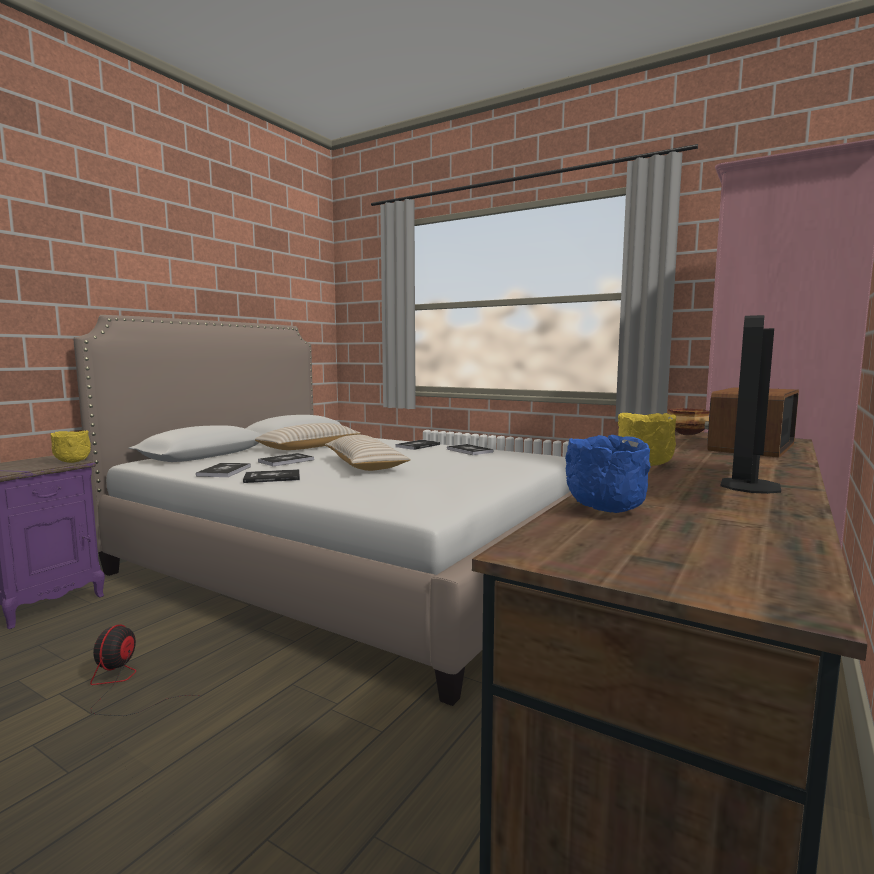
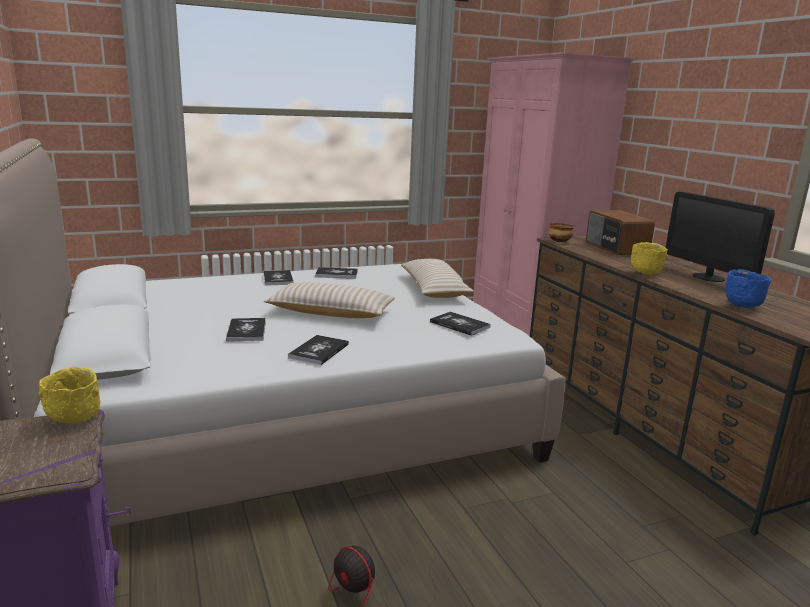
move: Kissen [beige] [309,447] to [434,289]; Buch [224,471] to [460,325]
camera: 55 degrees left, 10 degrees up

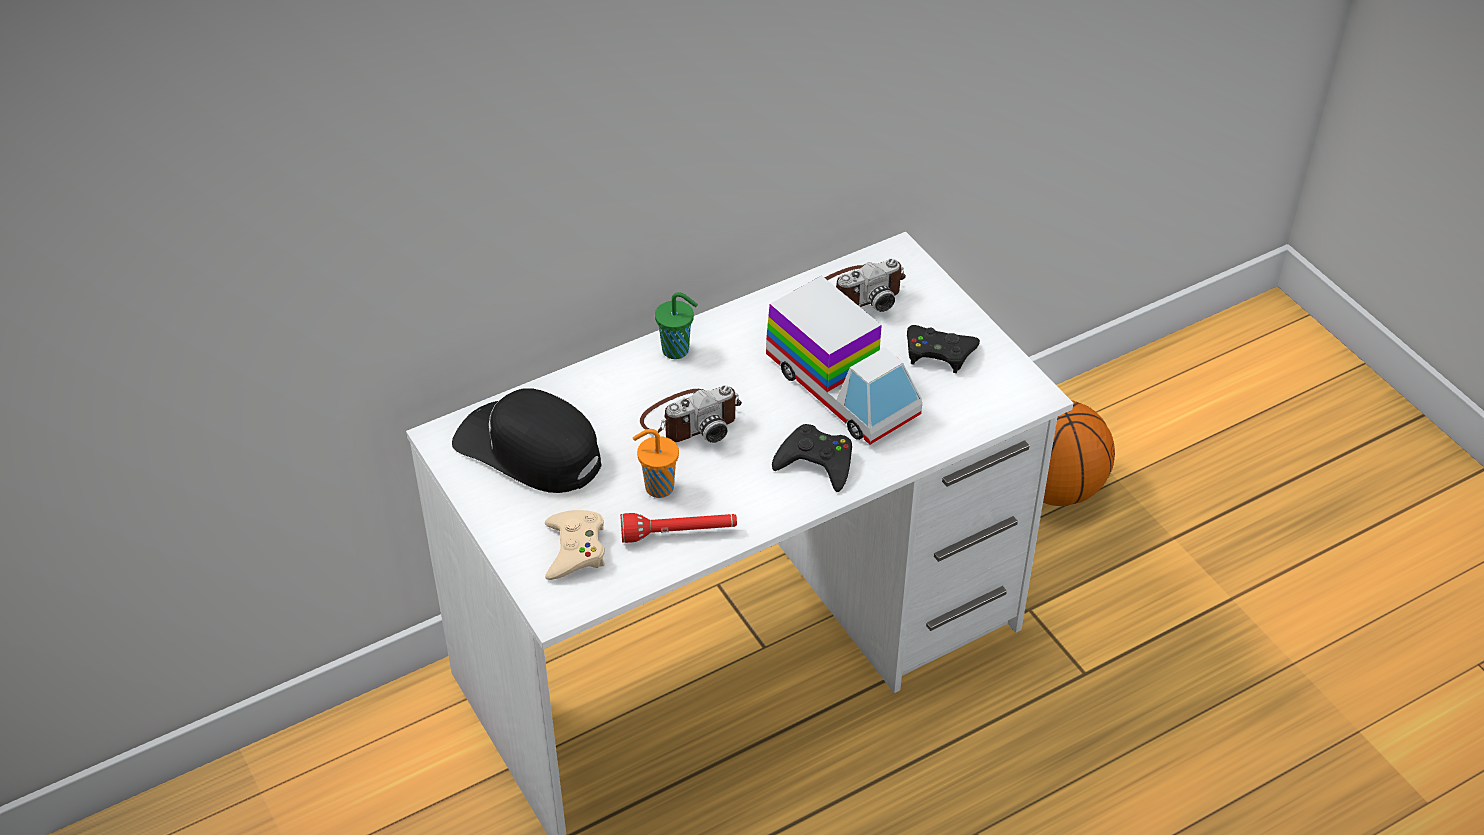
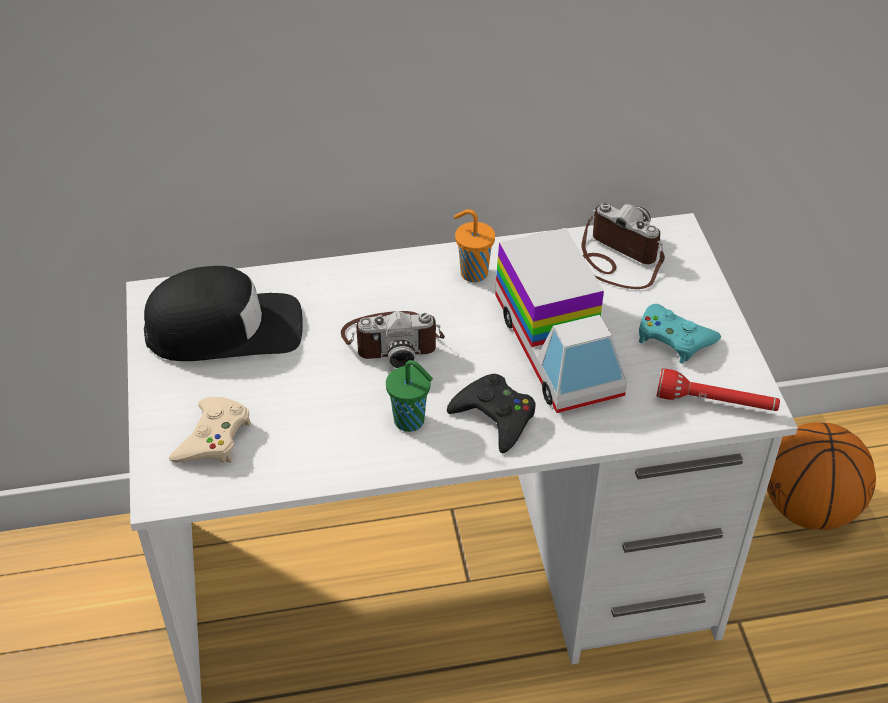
move: Tasse [grün] [677,350] to [411,421]; Tasse [orange] [657,487] to [472,273]; Taschenlampe [rot] [679,533] to [716,403]
recolor: Gamepad [schwarz] [939,352] to Gamepad [türkis] [674,338]
rotate: Kappe [schwarz] [529,450] = [225,329] 120 degrees clockwise; Kamera [857,292] = [617,259] 135 degrees counterclockwise
camera: 20 degrees right, 0 degrees up

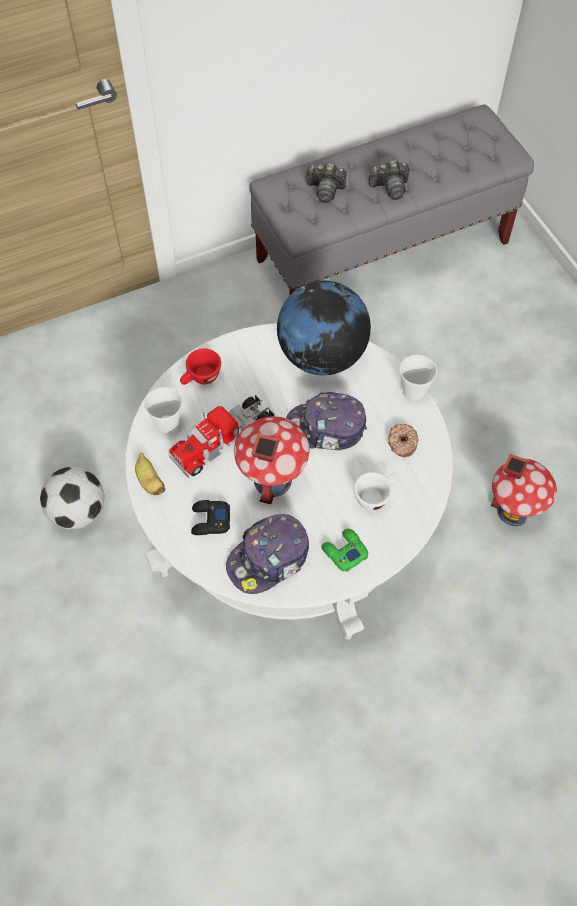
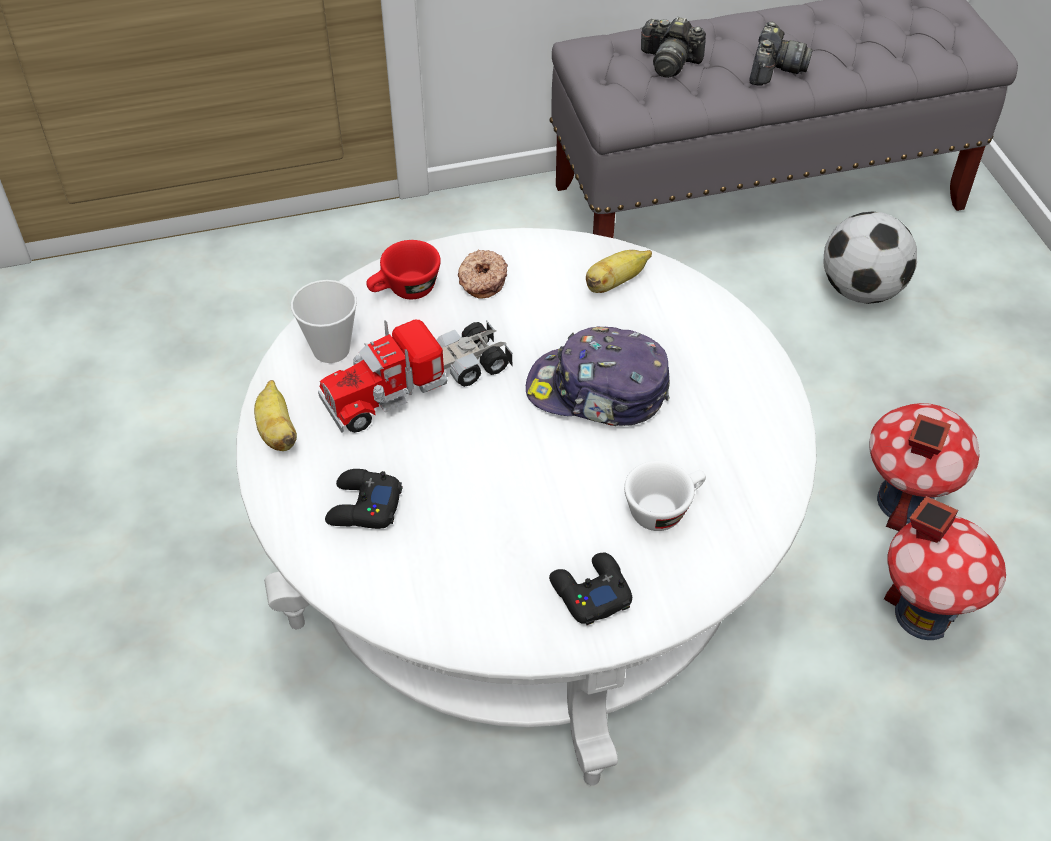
delete: Kappe [269,559]; Tasse [413,391]
move: Donut [401,443] to [482,280]; Fußball [78,512] to [861,290]; Spielzeughaus [272,480] to [904,501]
replace: Globus [322,355] to Banane [615,283]
recolor: Gamepad [grün] [344,552] to Gamepad [schwarz] [590,592]
rotate: Kamera [390,187] = [774,69] 75 degrees counterclockwise
camera: 10 degrees right, 10 degrees down

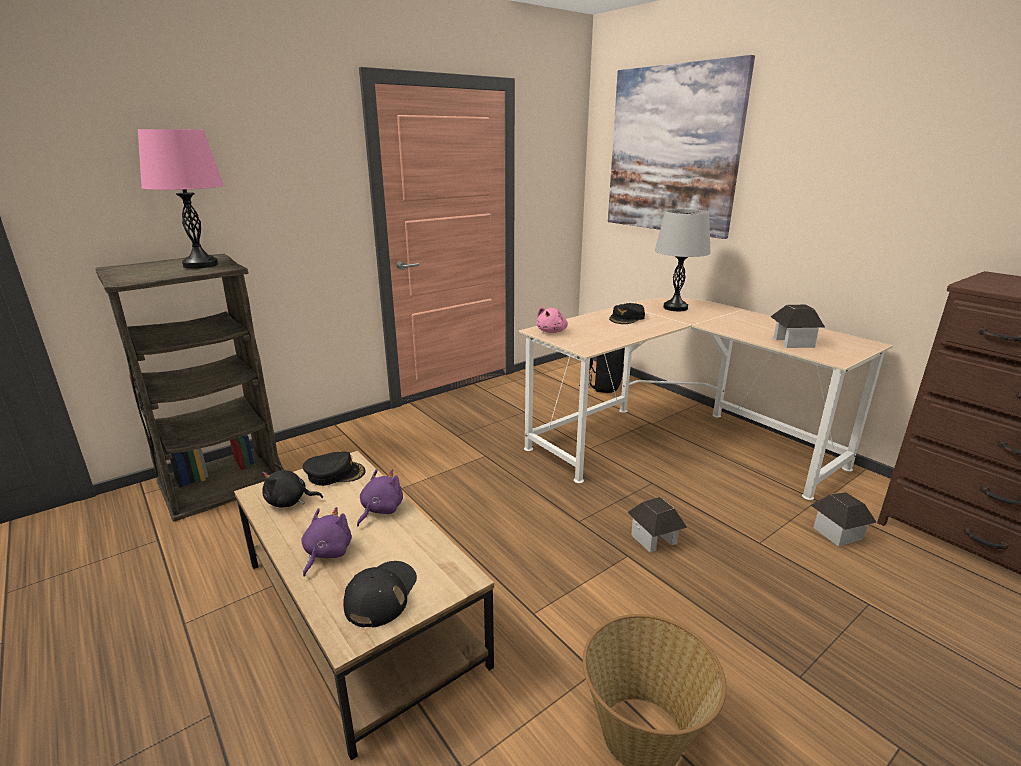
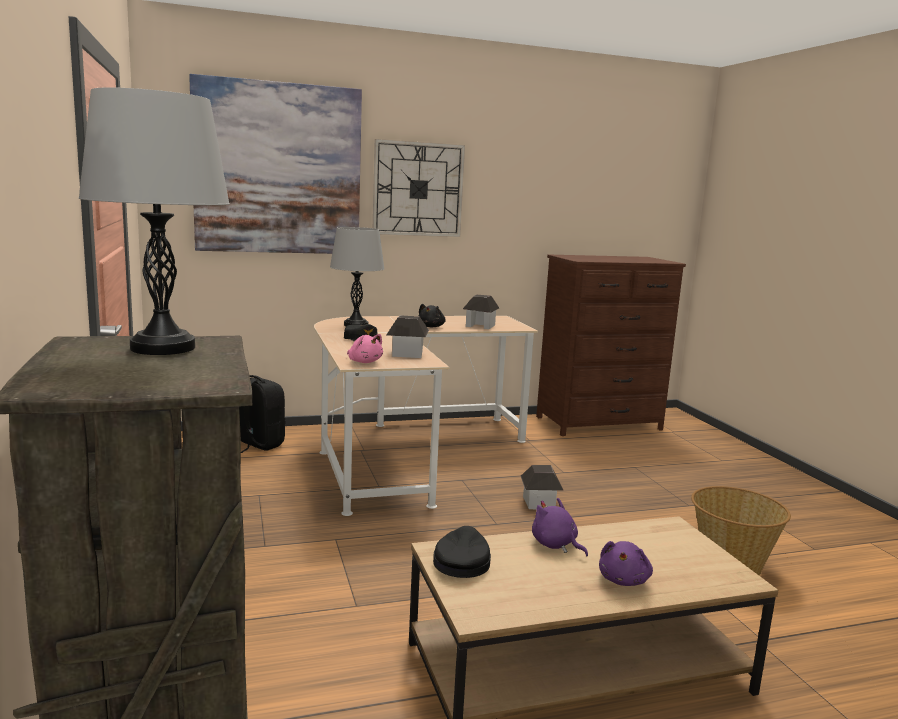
delete: Kappe [schwarz] [381,594]
insert: Wanduhr [418,189]
move: Spielzeughaus [837,533] to [407,353]; Plüschtier [schwarz] [289,501] to [431,327]
recolor: Tischlampe [rosa] [200,265] to Tischlampe [grau] [163,348]
rotate: Plüschtier [lila] [326,553] = [624,580] 105 degrees counterclockwise
camera: 70 degrees left, 10 degrees down

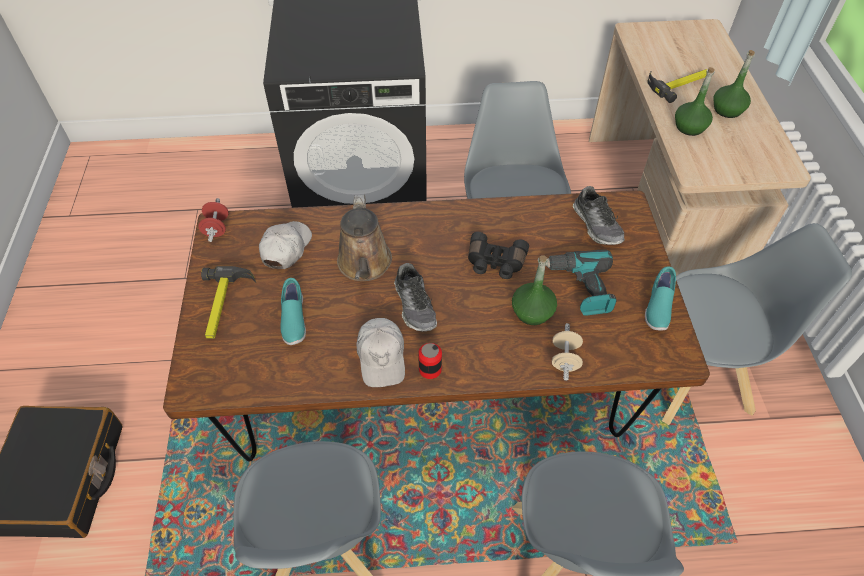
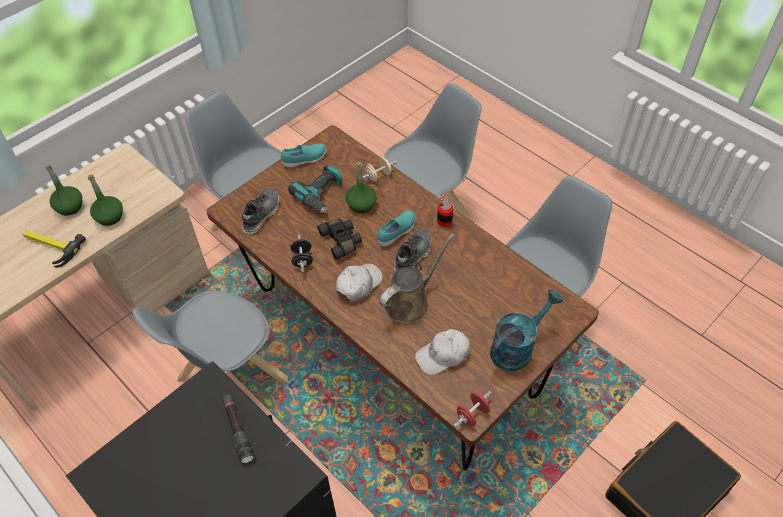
insert: Taschenlampe [schwarz] [238,430]; Hantel [schwarz] [302,259]
move: Kappe [weiß] [382,357] to [358,284]; Schuh [türkis] [293,320] to [397,232]
replace: Hammer [224,305] to Gießkanne [türkis] [517,347]
camera: 130 degrees left, 0 degrees up

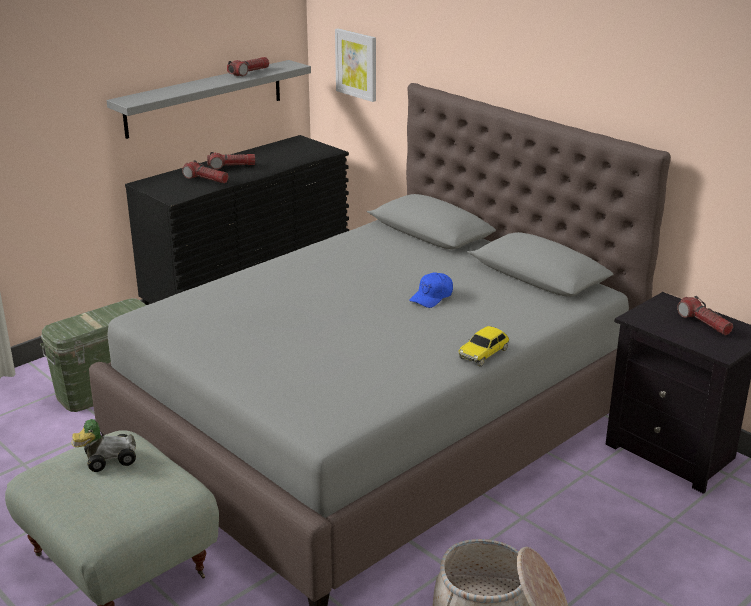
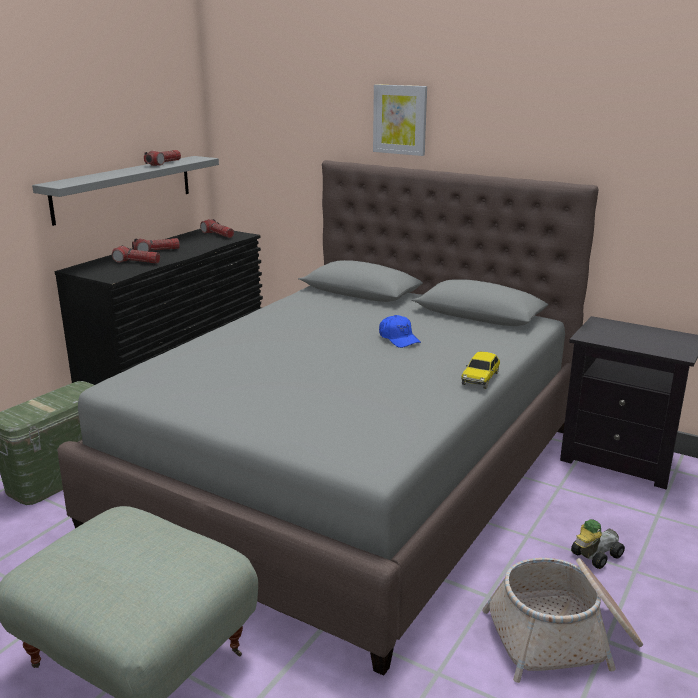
move: Taschenlampe [704,323] to [218,235]; Bild [357,64] to [400,119]; Spielzeugauto [107,459] to [593,555]
rotate: Kappe [blau] [432,297] = [399,339] 60 degrees counterclockwise
camera: 15 degrees left, 5 degrees down

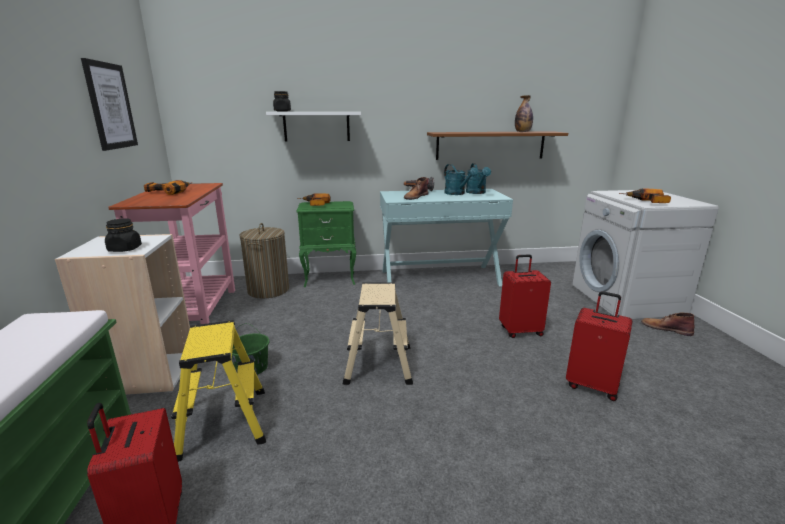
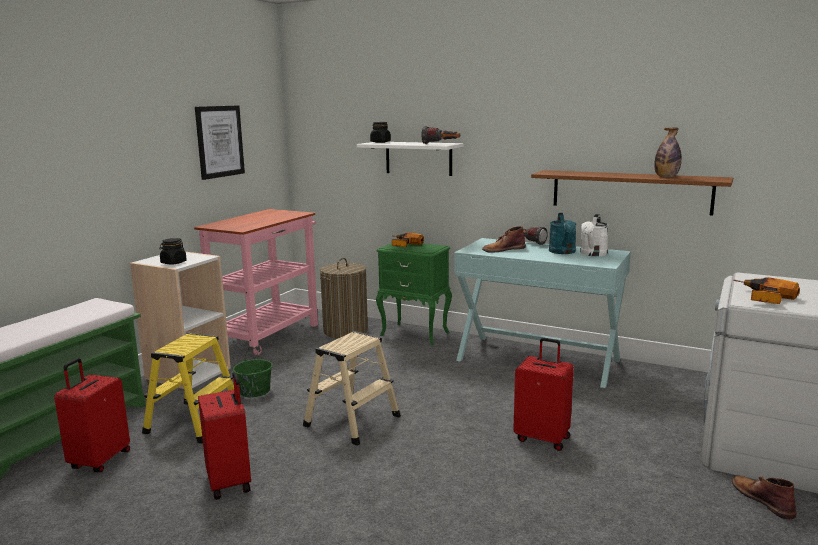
delete: Bohrmaschine [168,192]
insert: Taschenlampe [441,144]
move: Koffer [rot] [592,385] to [230,482]
recolor: Gießkanne [türkis] [477,193] to Gießkanne [weiß] [592,254]
camera: 35 degrees right, 5 degrees down

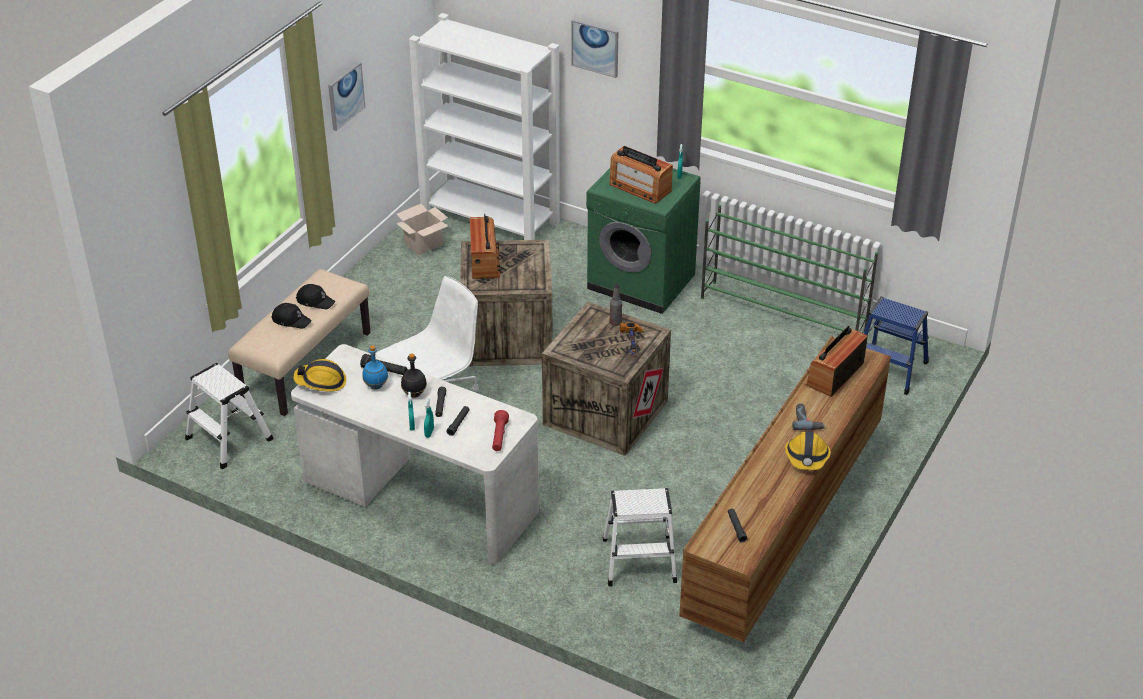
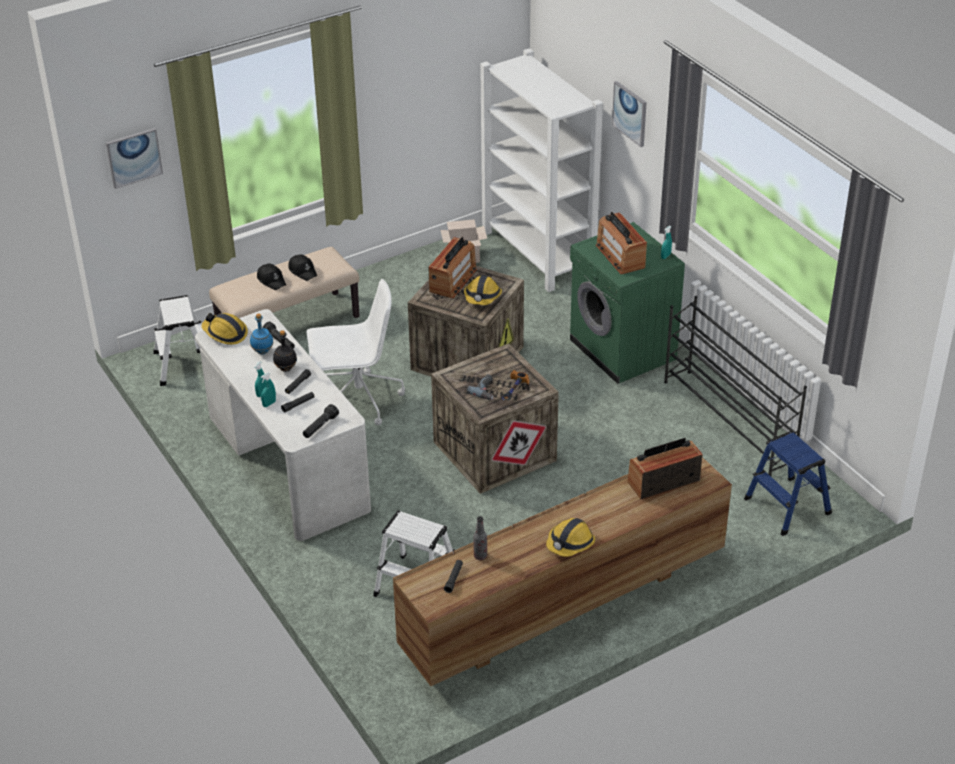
insert: Schutzhelm [482,297]
move: Bild [345,95] to [134,157]; Bohrmaschine [807,420] to [486,390]; Flasche [615,322] to [480,556]
recolor: Taschenlampe [rot] [499,436] to Taschenlampe [schwarz] [320,427]; Schuhregal [grün] [783,315] to Schuhregal [schwarz] [728,422]
camera: 30 degrees right, 0 degrees up

